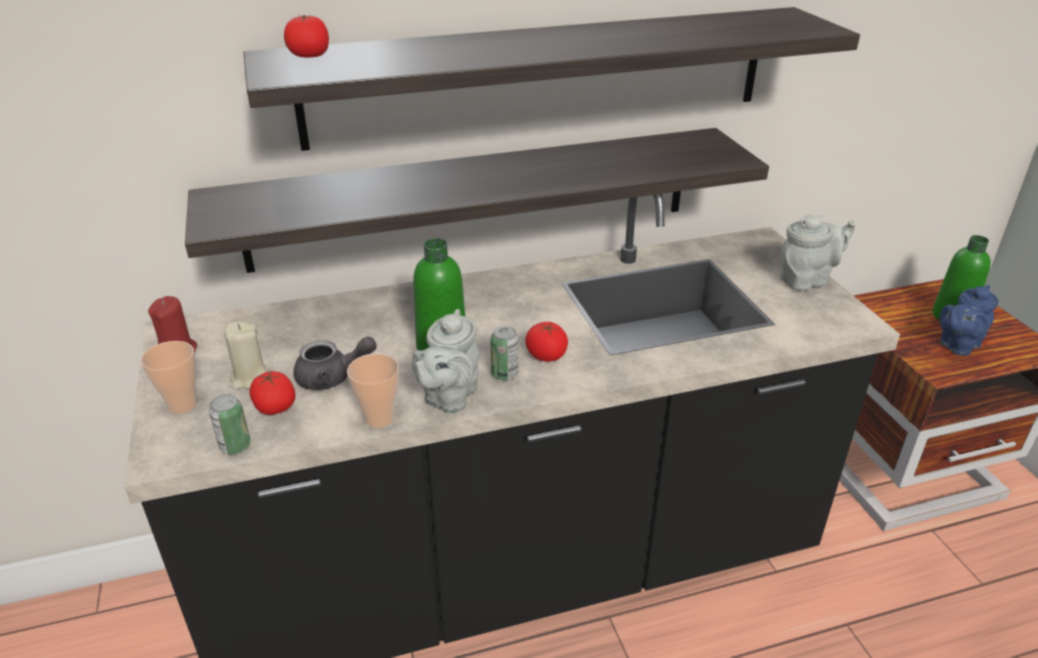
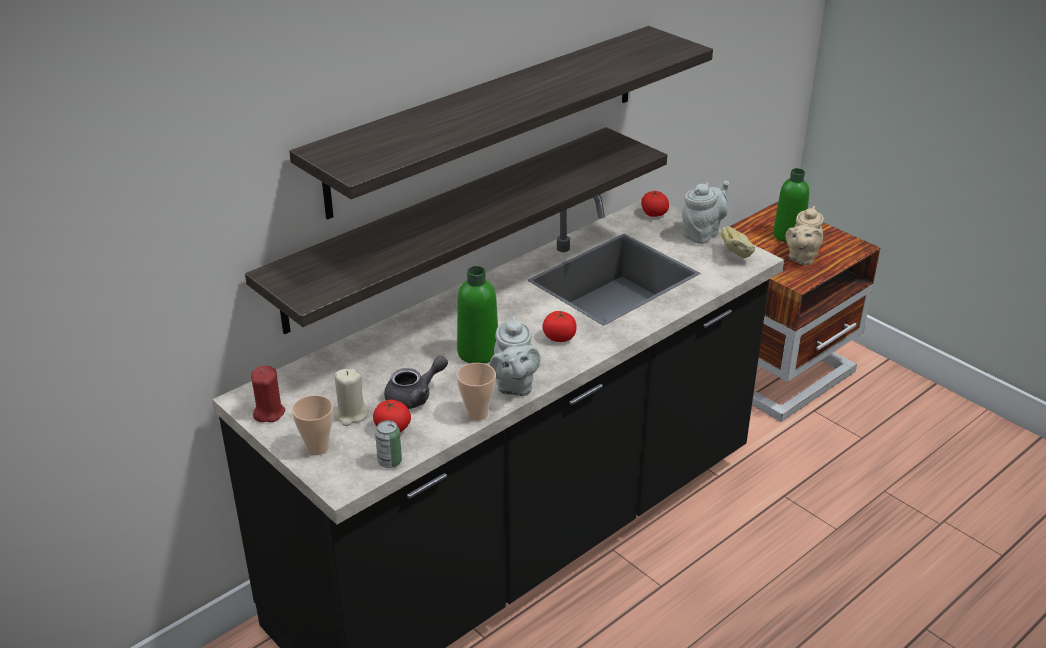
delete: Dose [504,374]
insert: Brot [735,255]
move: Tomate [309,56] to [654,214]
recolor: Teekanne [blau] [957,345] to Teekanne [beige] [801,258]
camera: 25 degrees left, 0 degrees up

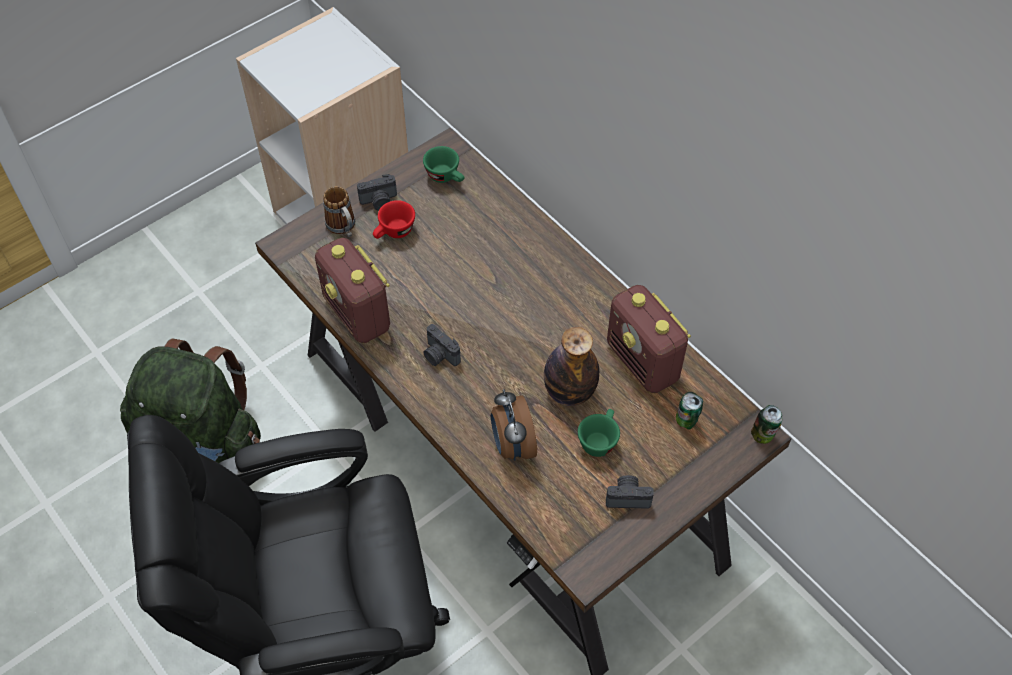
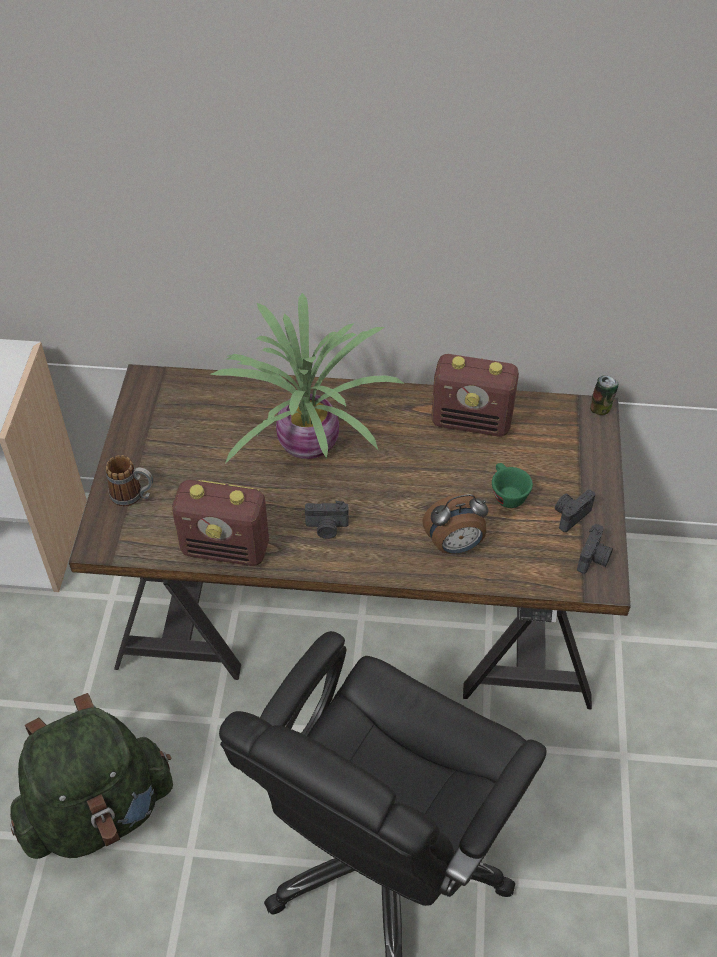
delete: Tasse [rot] [394,233]; Tasse [grün] [446,177]; Flasche [569,392]; Dose [686,421]
insert: Topfpflanze [305,445]
move: Kamera [379,201] to [594,559]
rotate: Wecker [512,445] = [455,545] 45 degrees counterclockwise
camera: 45 degrees left, 5 degrees down

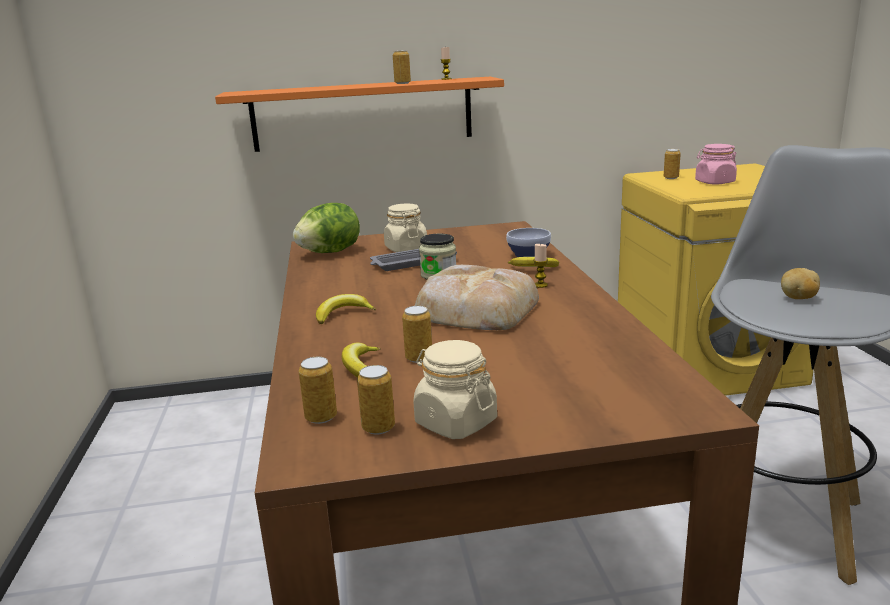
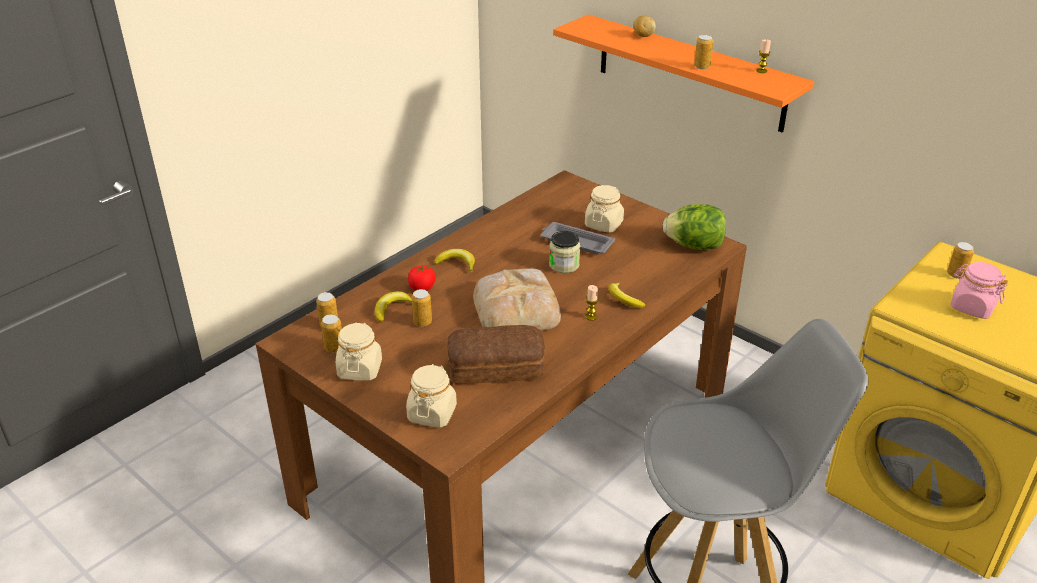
delete: Schüssel [529,256]
insert: Vorratsglas [beige] [432,413]; Tomate [422,288]; Brot [497,368]
move: Kartoffel [798,298] to [642,36]; Salatkopf [329,252] to [694,246]
camera: 50 degrees right, 15 degrees up

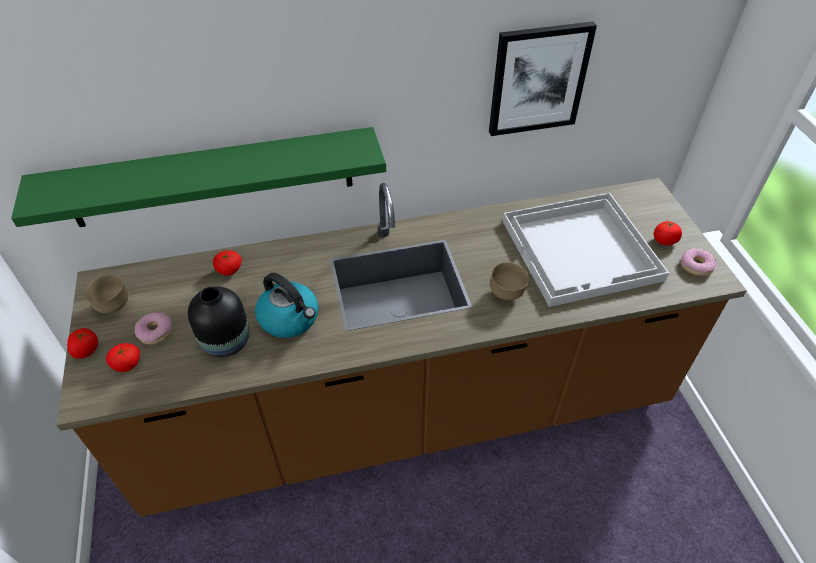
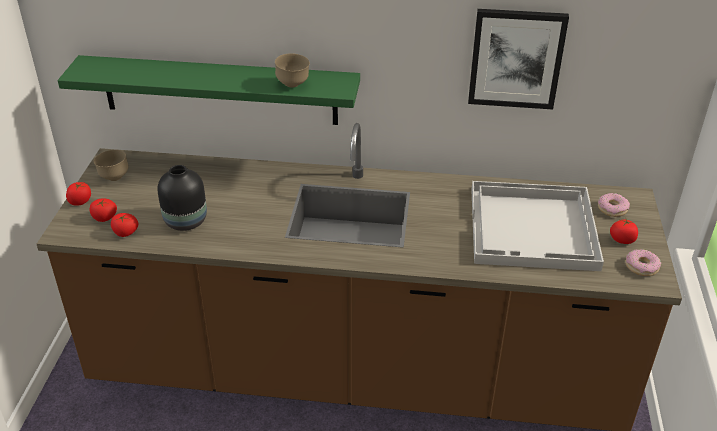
delete: Wasserkessel [290,318]
move: Tomate [229,270] to [125,233]; Schüssel [braun] [506,294] to [293,85]; Donut [155,332] to [612,209]
camera: 20 degrees right, 10 degrees down

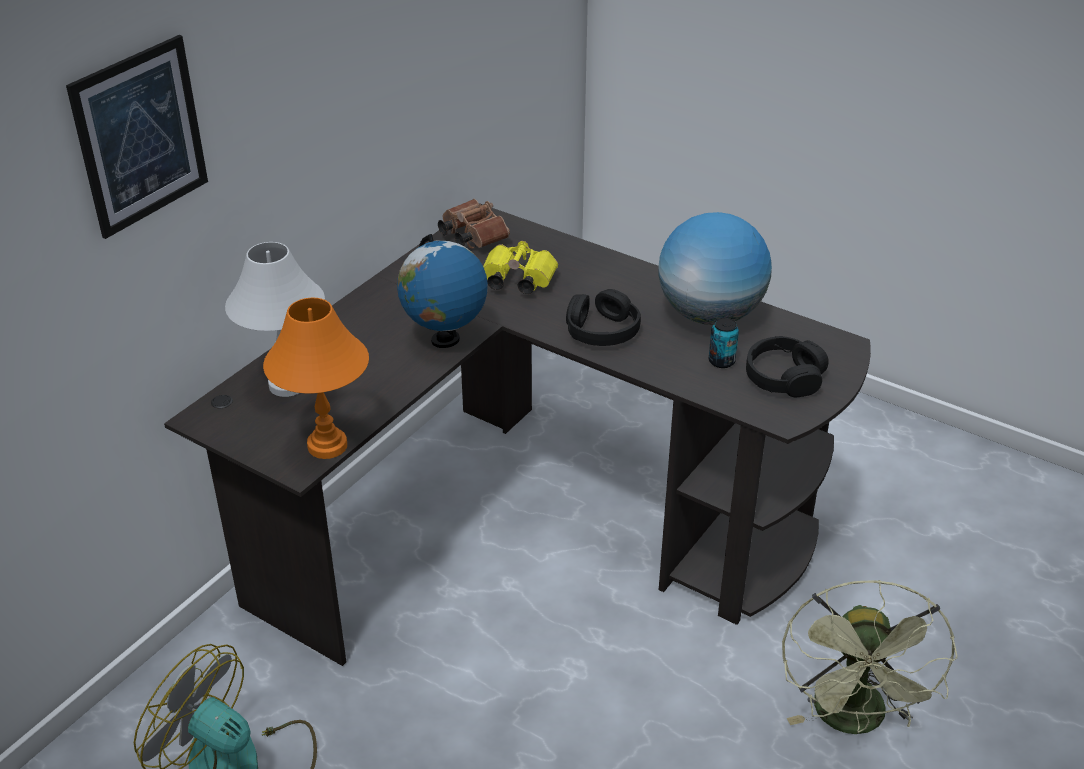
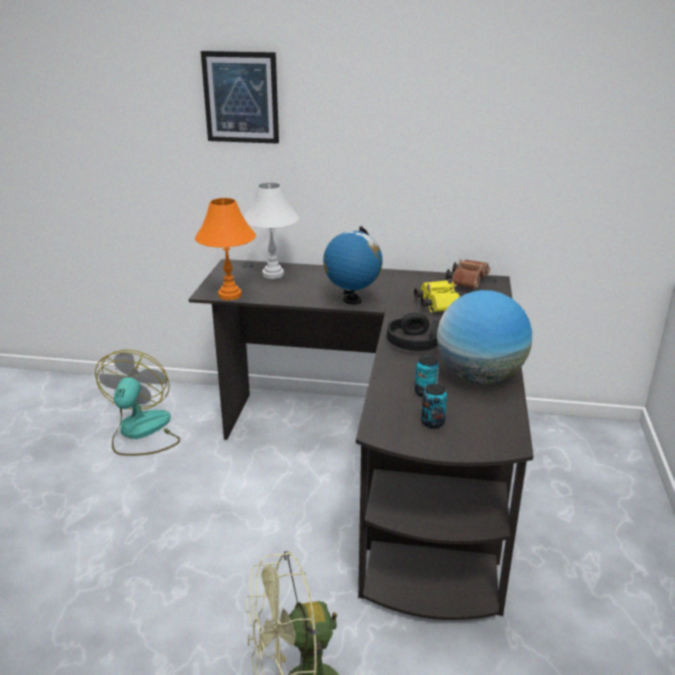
replace: Kopfhörer [schwarz] [784,377] to Dose [432,422]
camera: 65 degrees right, 10 degrees down

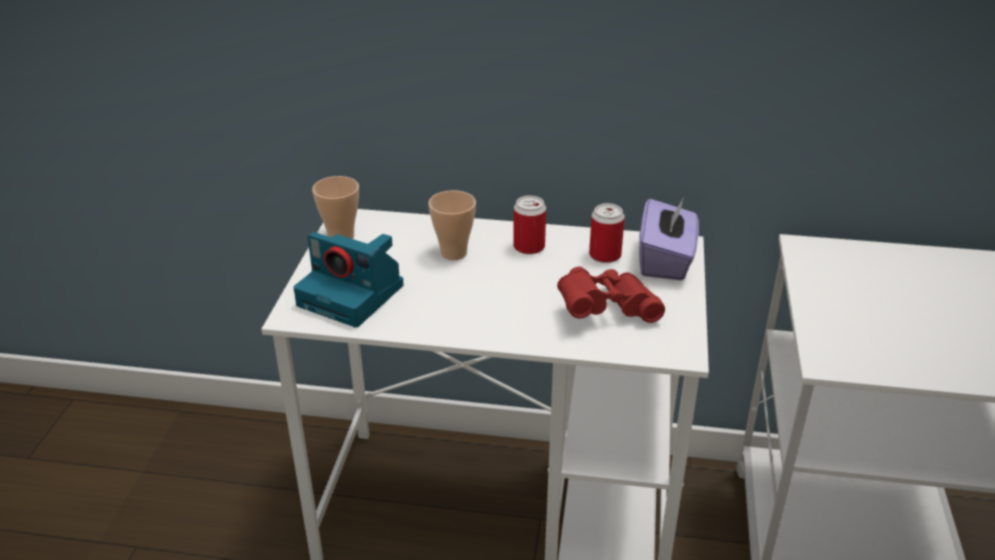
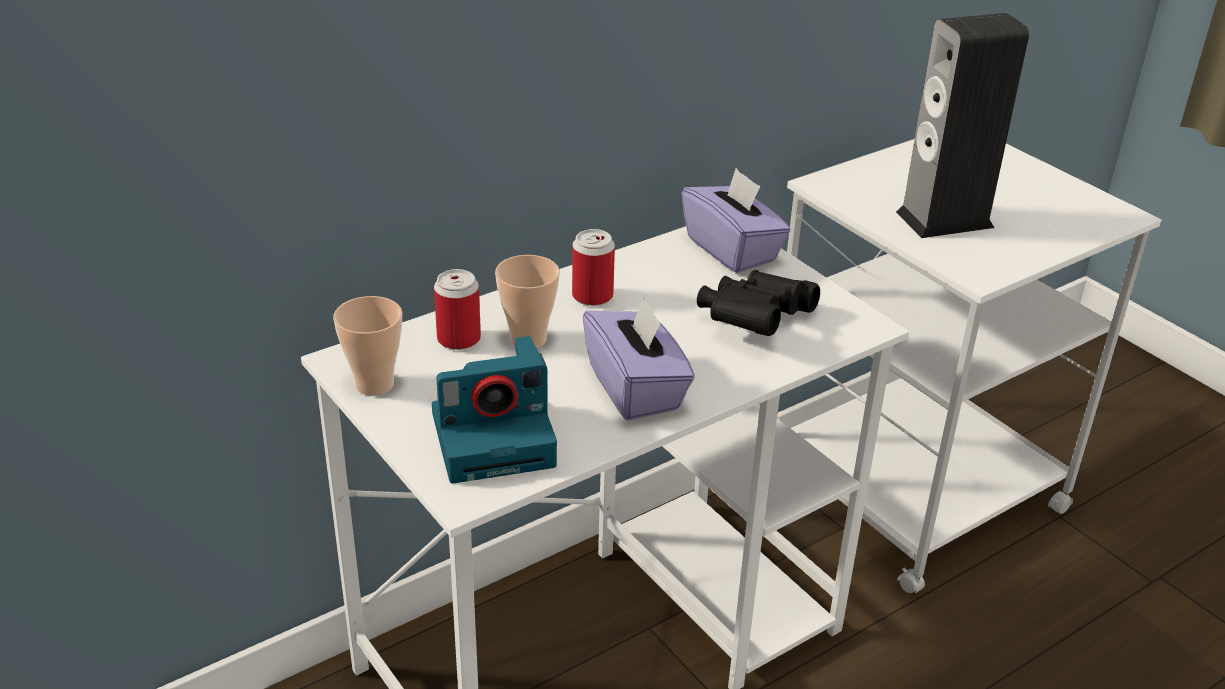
insert: Taschentuchbox [lila] [636,389]; Lautsprecher [944,219]
move: Dose [605,255] to [459,339]
recolor: Fernglas [rot] [605,310] to Fernglas [schwarz] [753,321]
camera: 45 degrees left, 0 degrees up

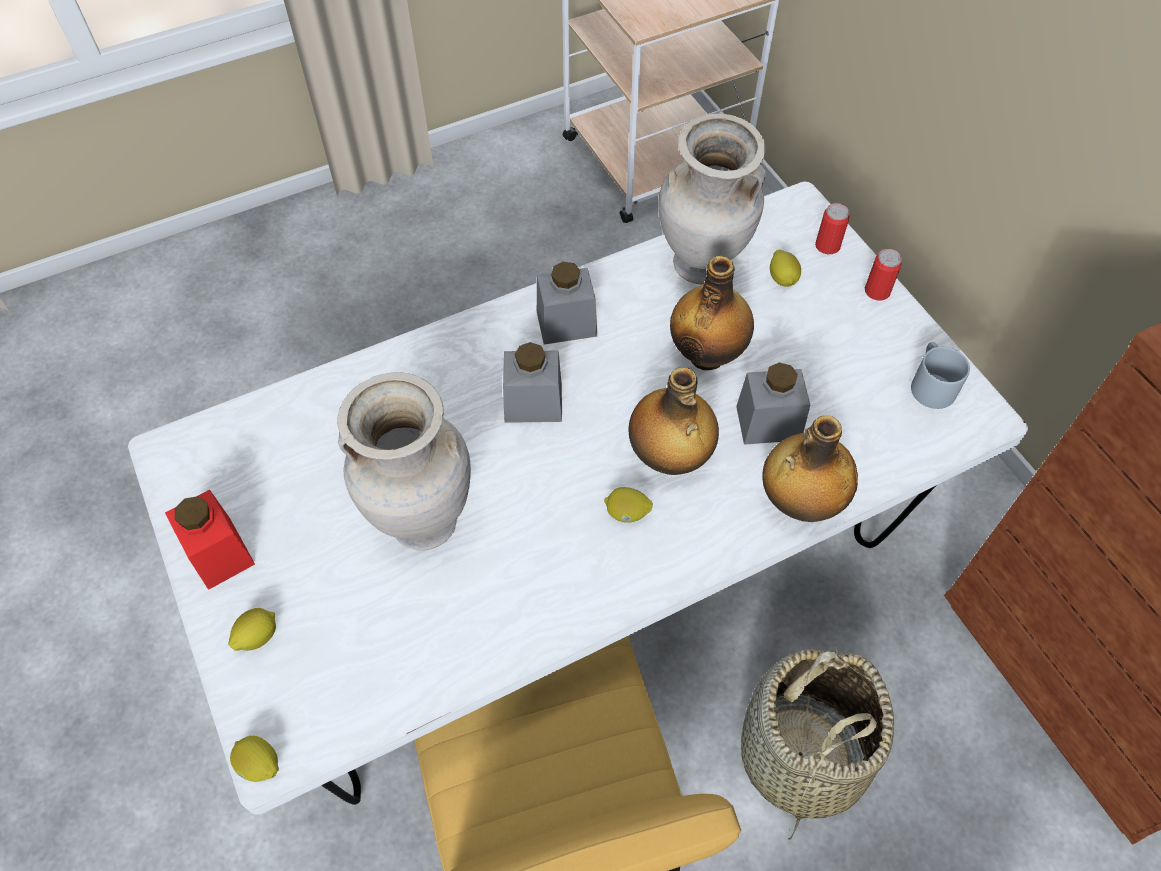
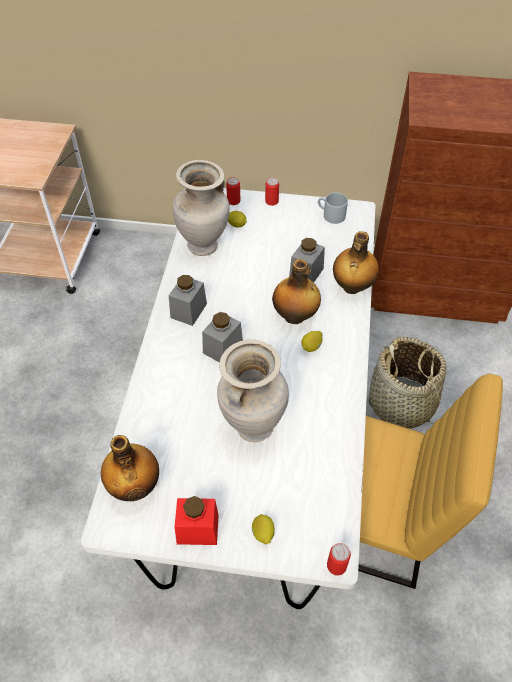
move: Flasche [707,354] to [135,485]
replace: Zitrone [259,765] to Dose [336,565]
camera: 55 degrees left, 5 degrees down

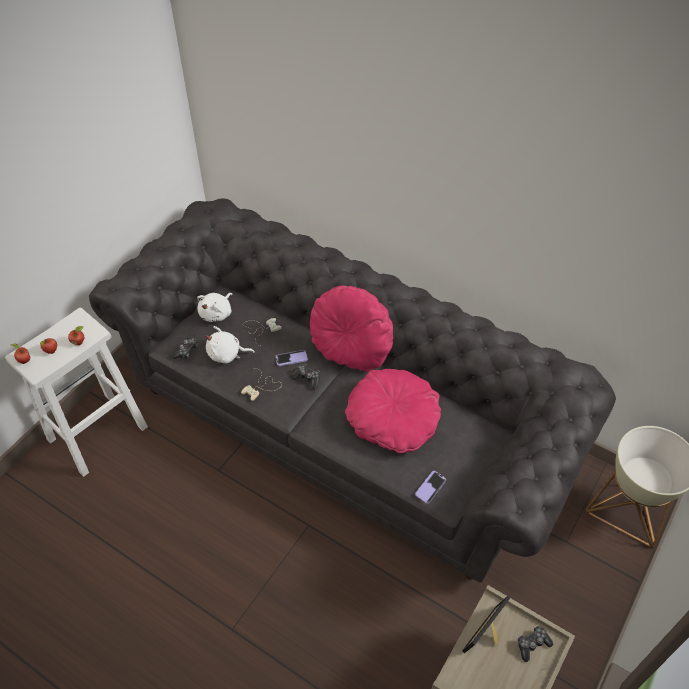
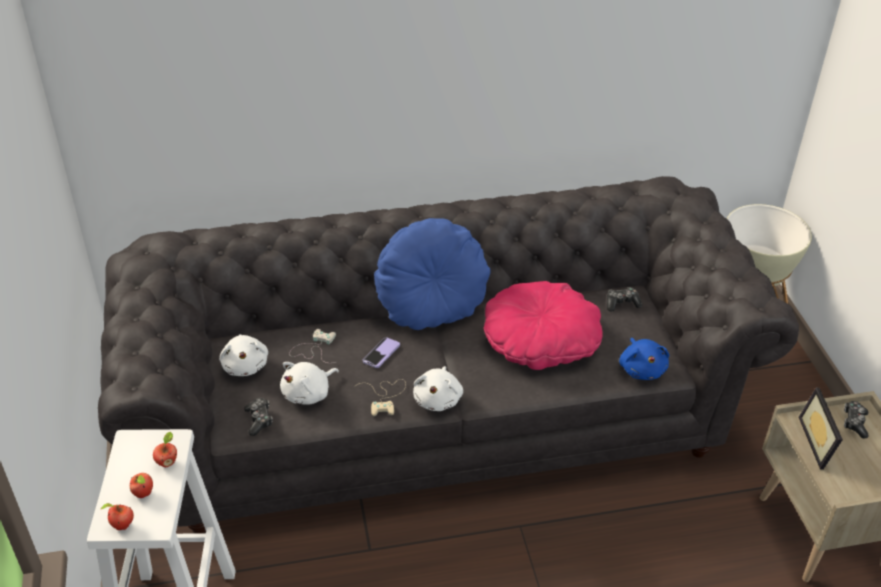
insert: Plüschtier [weiß] [438,399]
move: Gamepad [307,378] to [621,303]
replace: Handy [430,487] to Plüschtier [blau] [642,369]
recolor: Kissen [rosa] [351,354] to Kissen [blau] [431,313]
camera: 45 degrees left, 10 degrees down

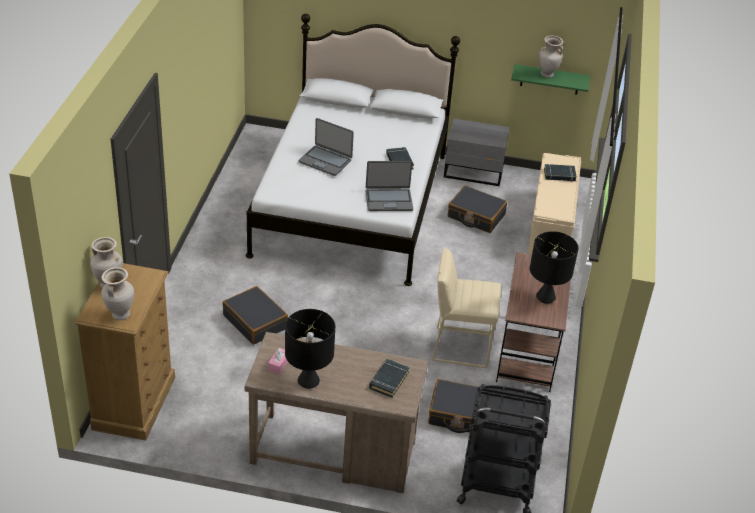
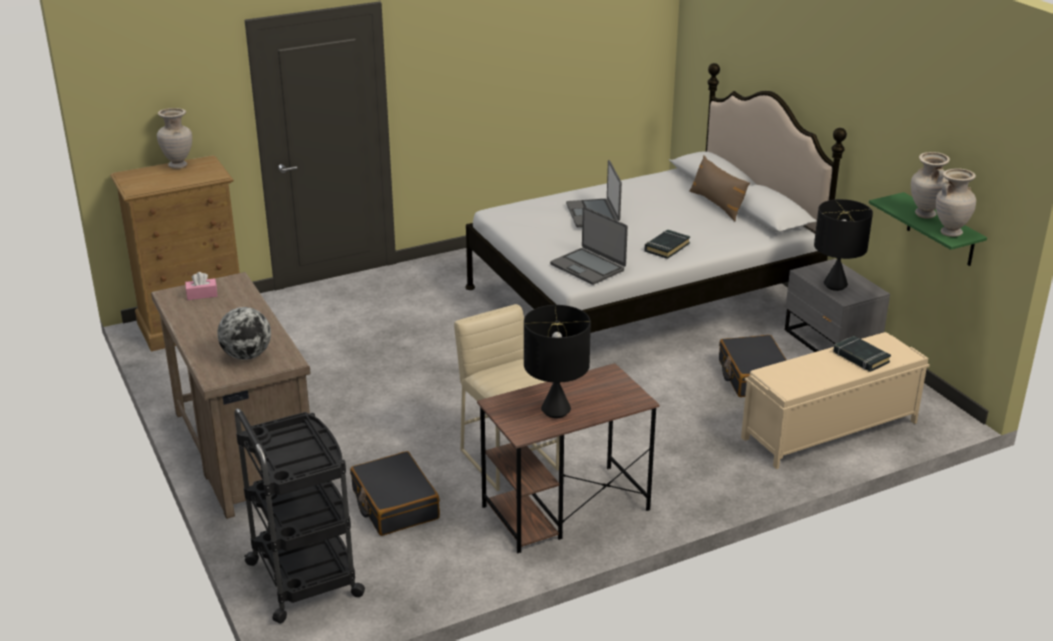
delete: Koffer [schwarz] [255,322]
insert: Kissen [braun] [717,204]
move: Tischlampe [schwarz] [308,382] to [835,286]; Vase [beige] [120,315] to [950,232]
replace: Buch [schwarz] [388,380] to Globus [247,356]
camera: 55 degrees right, 10 degrees down

